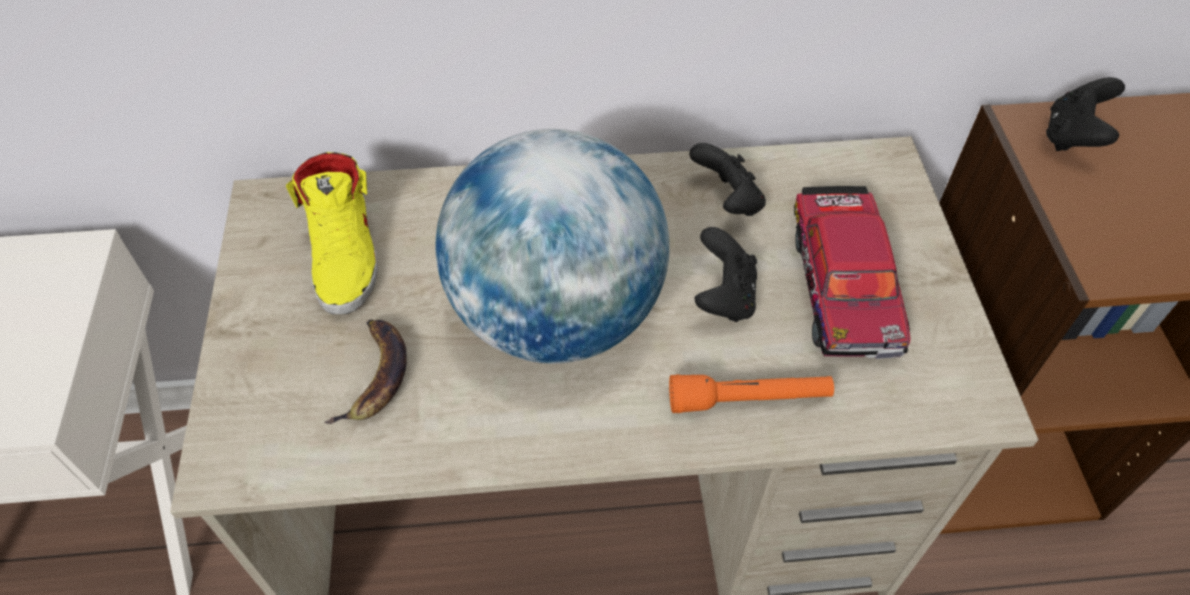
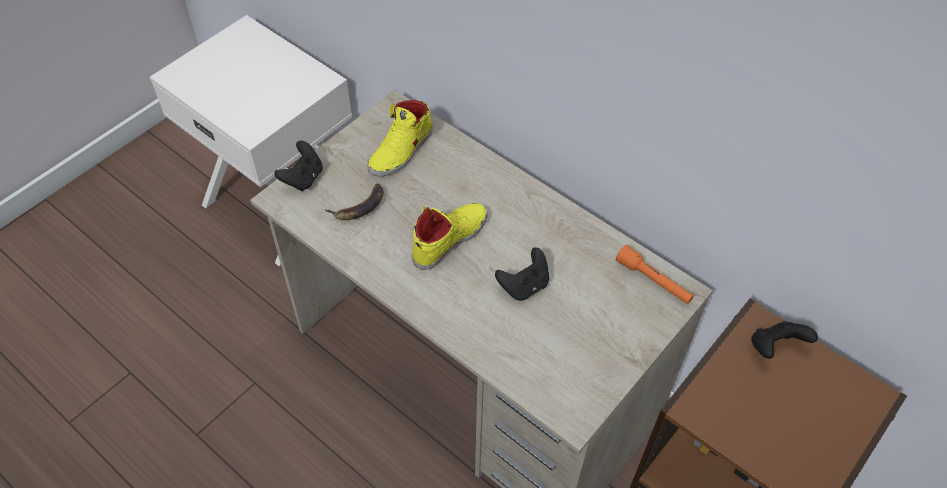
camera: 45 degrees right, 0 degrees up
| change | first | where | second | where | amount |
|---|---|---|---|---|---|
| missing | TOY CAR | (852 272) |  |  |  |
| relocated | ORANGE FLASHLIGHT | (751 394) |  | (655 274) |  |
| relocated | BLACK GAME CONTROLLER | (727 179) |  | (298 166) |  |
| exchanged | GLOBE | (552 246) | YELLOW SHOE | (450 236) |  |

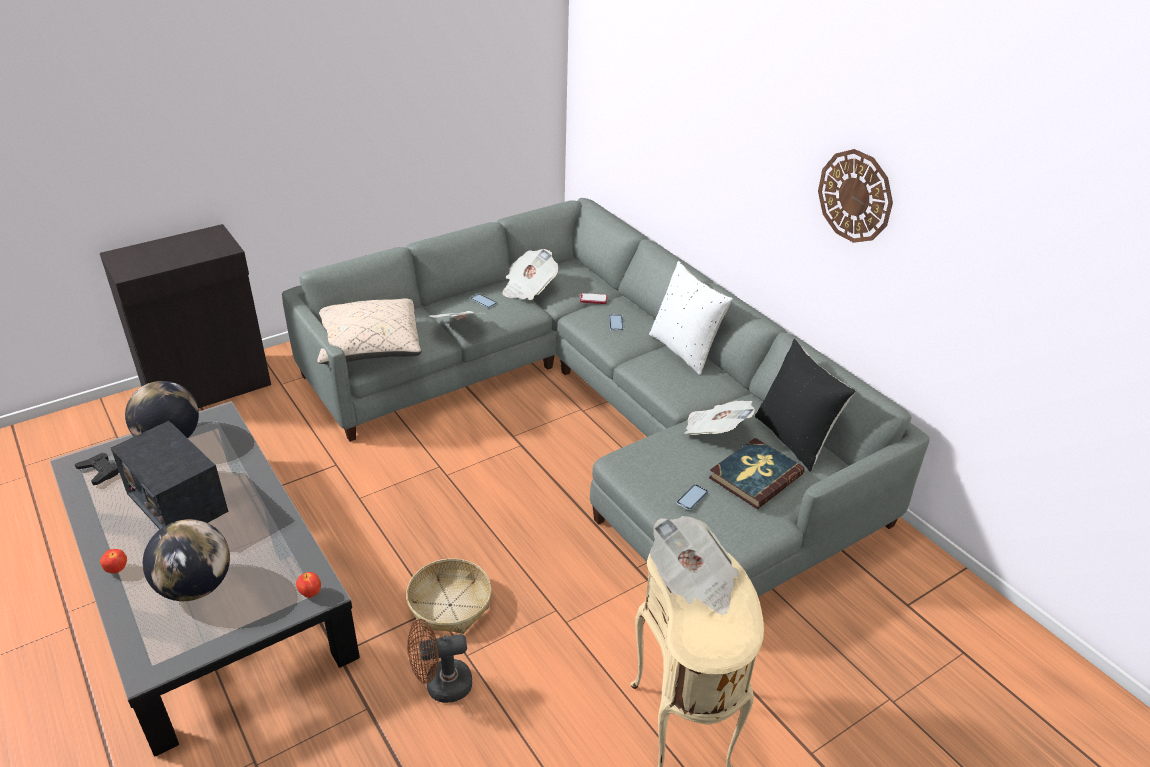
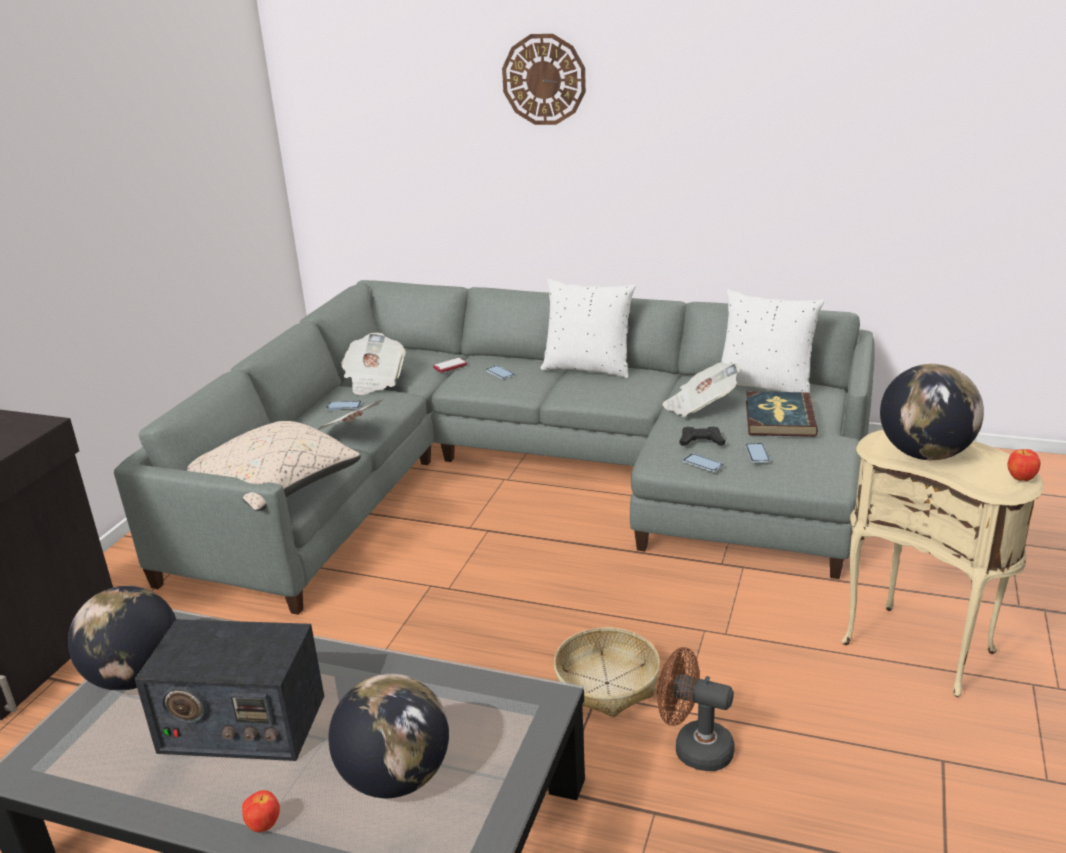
camera: 35 degrees left, 10 degrees down
| change | first | where | second | where | amount |
|---|---|---|---|---|---|
| appeared |  |  | PHONE | (703 463) |  |
| relocated | BLACK GAME CONTROLLER | (96 469) |  | (702 436) |  |
| relocated | APPLE | (308 585) |  | (1023 465) |  |
| relocated | WALL CLOCK | (855 196) |  | (544 79) |  |
| exchanged | NEWSPAPER | (694 565) | GLOBE | (932 412) |  |
| colour | BLACK PILLOW | (805 405) | WHITE PILLOW | (773 341) |  |
| spun | BROWN FAN | (439 661) |  | (696 709) | 75 degrees clockwise |

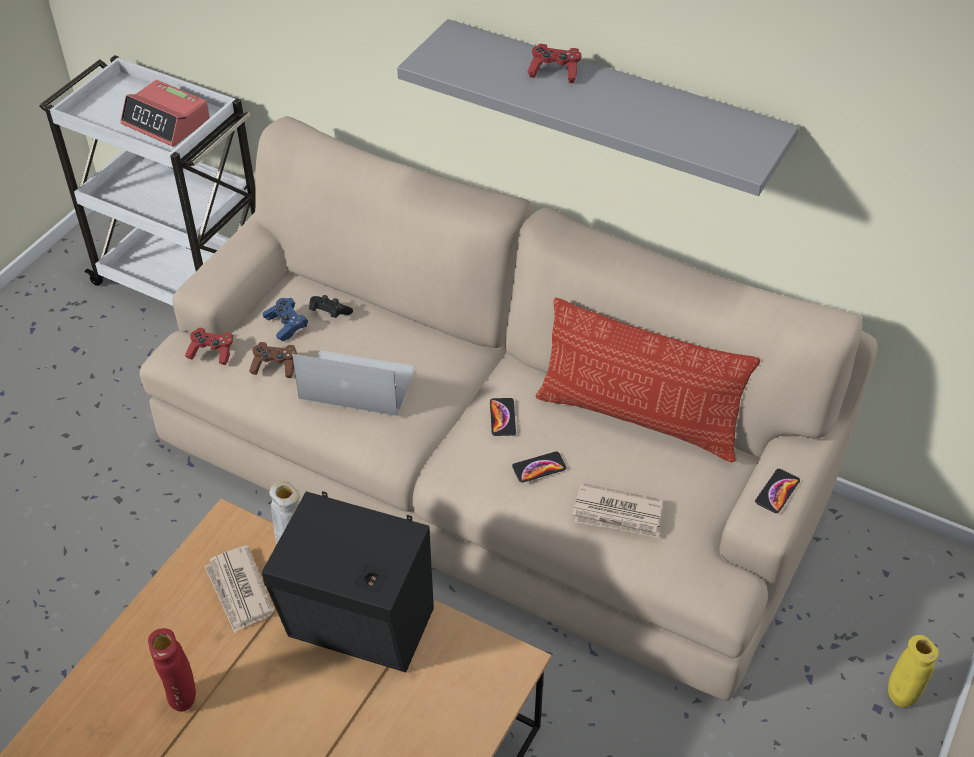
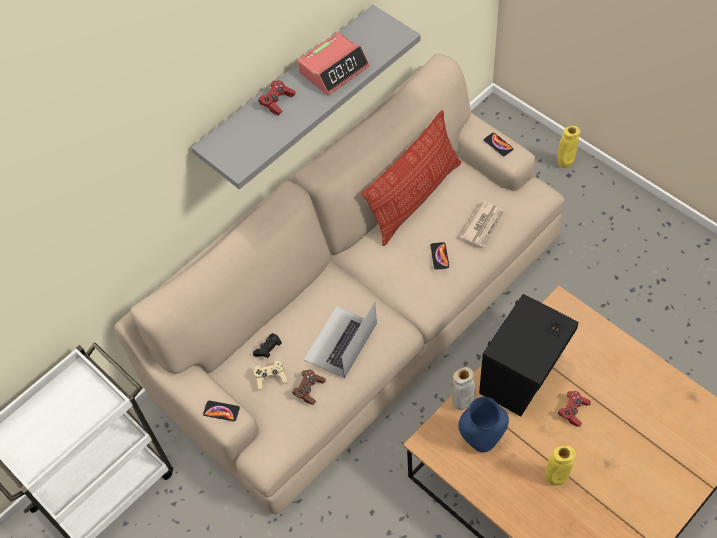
camera: 70 degrees left, 10 degrees up
| change | first | where | second | where | amount |
|---|---|---|---|---|---|
| relocated | ALARM CLOCK | (165 113) |  | (334 63) |  |
| relocated | RED GAME CONTROLLER | (209 346) |  | (574 409) |  |
| relocated | PHONE | (503 417) |  | (221 411) |  |
| exchanged | NEWSPAPER | (239 589) | BLUE VASE | (483 425) |  |
| colour | RED VASE | (172 670) | YELLOW VASE | (560 466) |  |
| colour | BLUE GAME CONTROLLER | (285 319) | BEIGE GAME CONTROLLER | (270 375) |  |

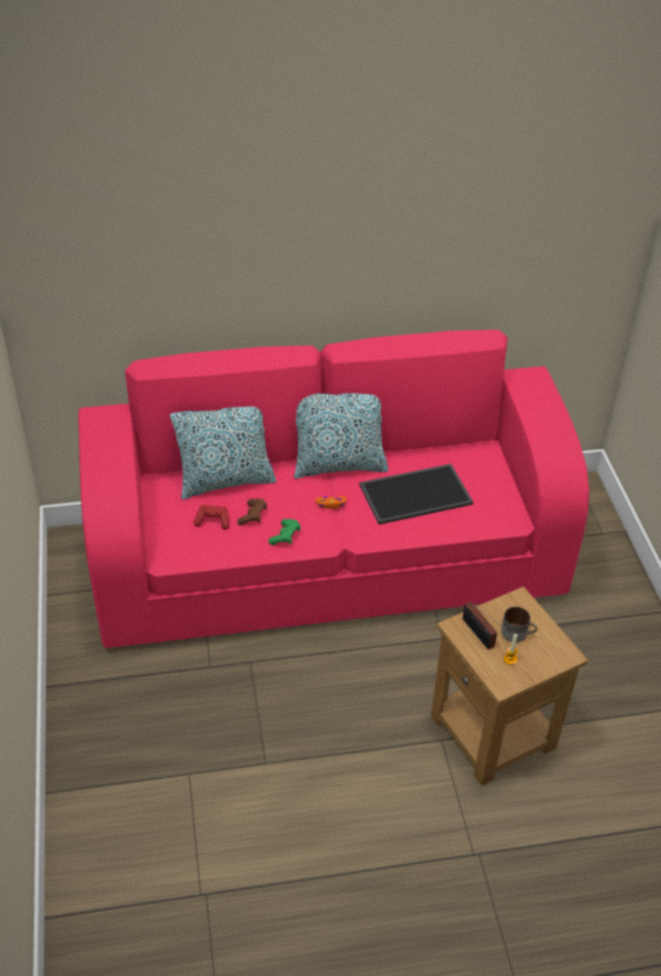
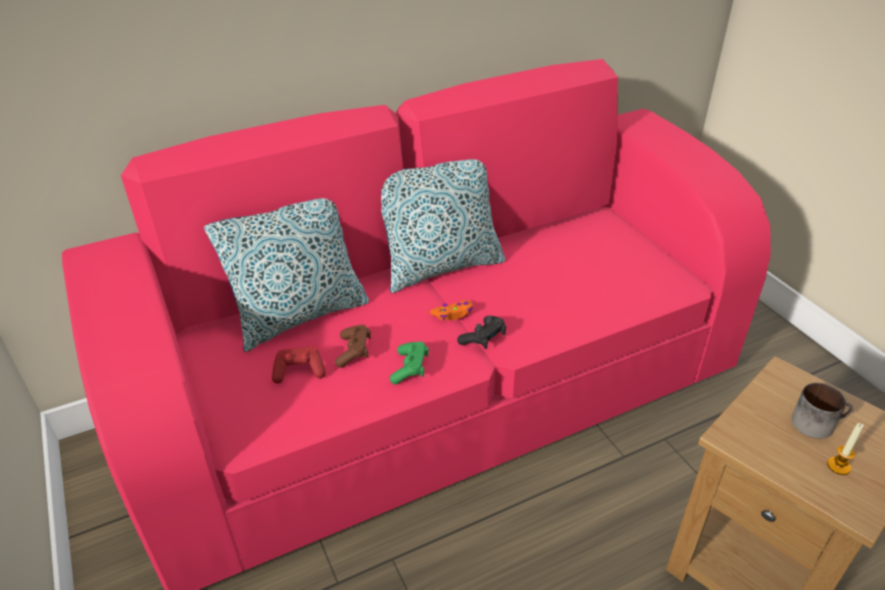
camera: 15 degrees left, 5 degrees down
| change | first | where | second | where | amount |
|---|---|---|---|---|---|
| missing | TRAY | (416 494) |  |  |  |
| missing | RADIO | (481 626) |  |  |  |
| appeared |  |  | BLACK GAME CONTROLLER | (481 332) |  |

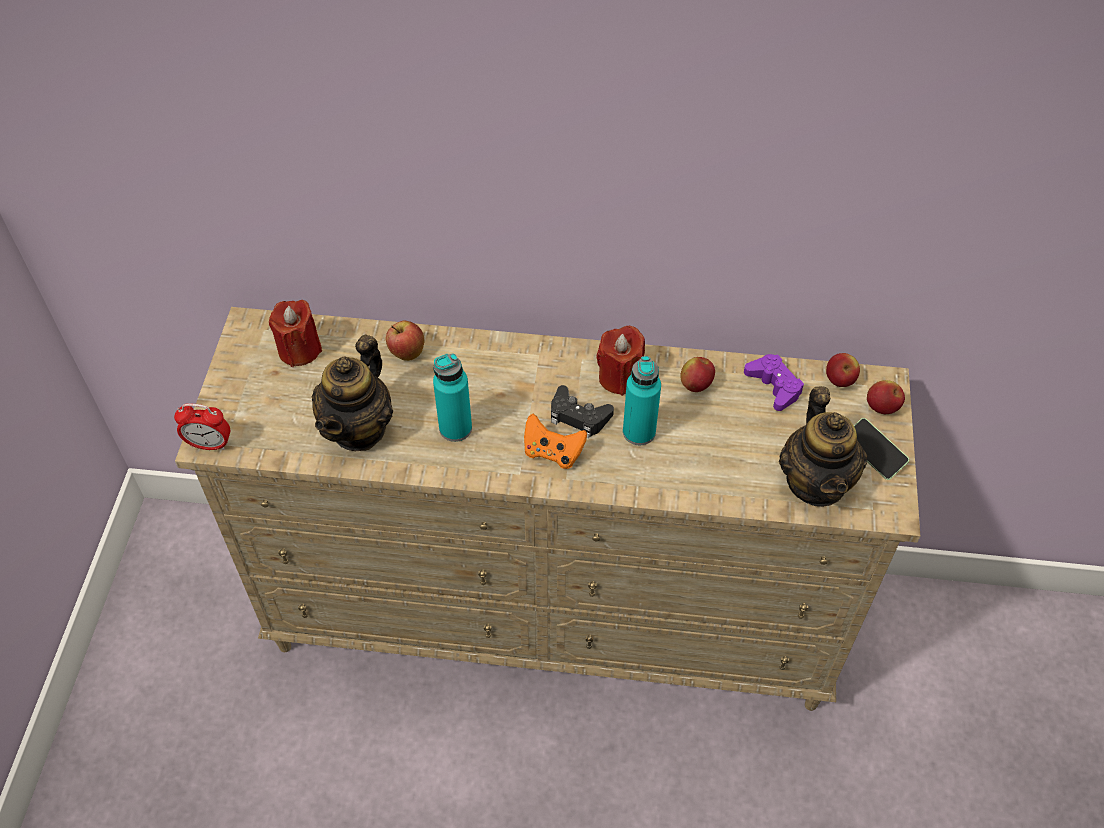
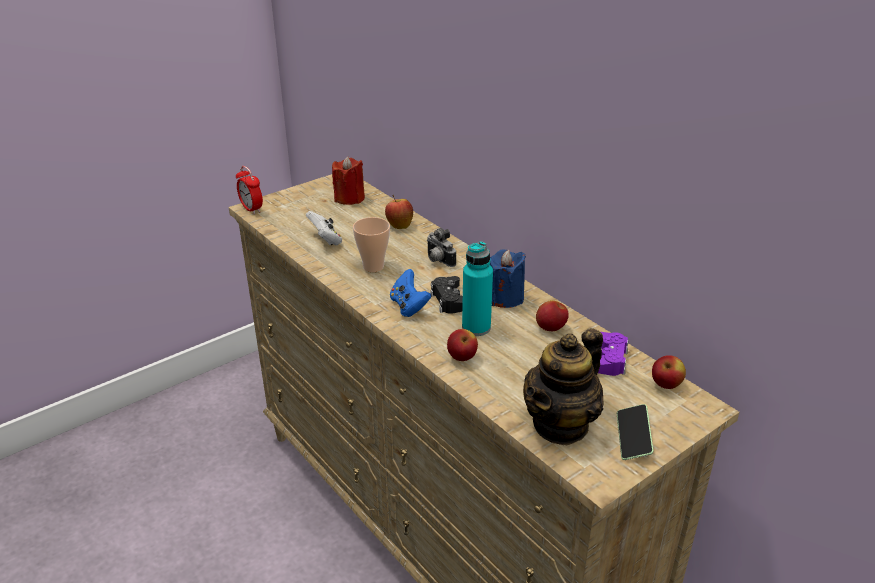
camera: 45 degrees right, 20 degrees down
| change | first | where | second | where | amount |
|---|---|---|---|---|---|
| appeared |  |  | PHOTO CAMERA | (441 247) |  |
| relocated | APPLE | (886 397) |  | (462 345) |  |
| exchanged | TEAPOT | (352 393) | WHITE GAME CONTROLLER | (324 228) |  |
| exchanged | TURQUOISE BOTTLE | (452 397) | CUP | (371 244) |  |
| colour | ORANGE GAME CONTROLLER | (555 441) | BLUE GAME CONTROLLER | (410 293) |  |
| colour | RED CANDLE | (621 361) | BLUE CANDLE | (508 279) |  |

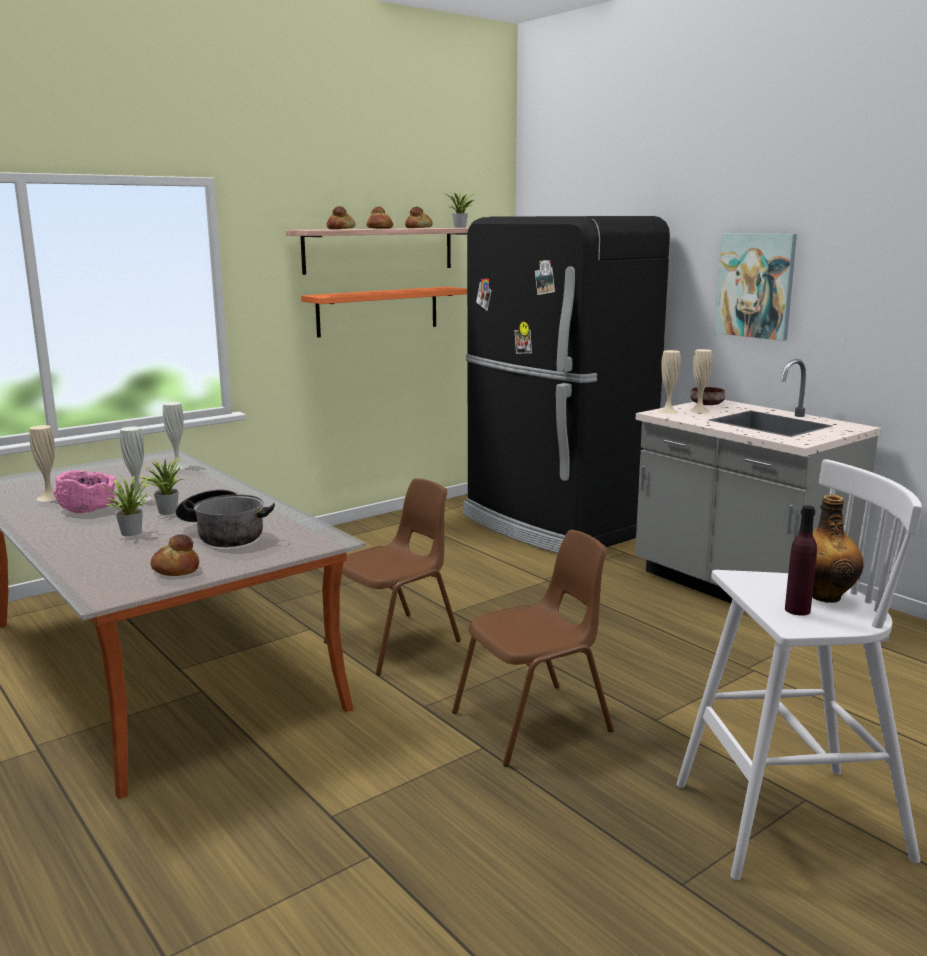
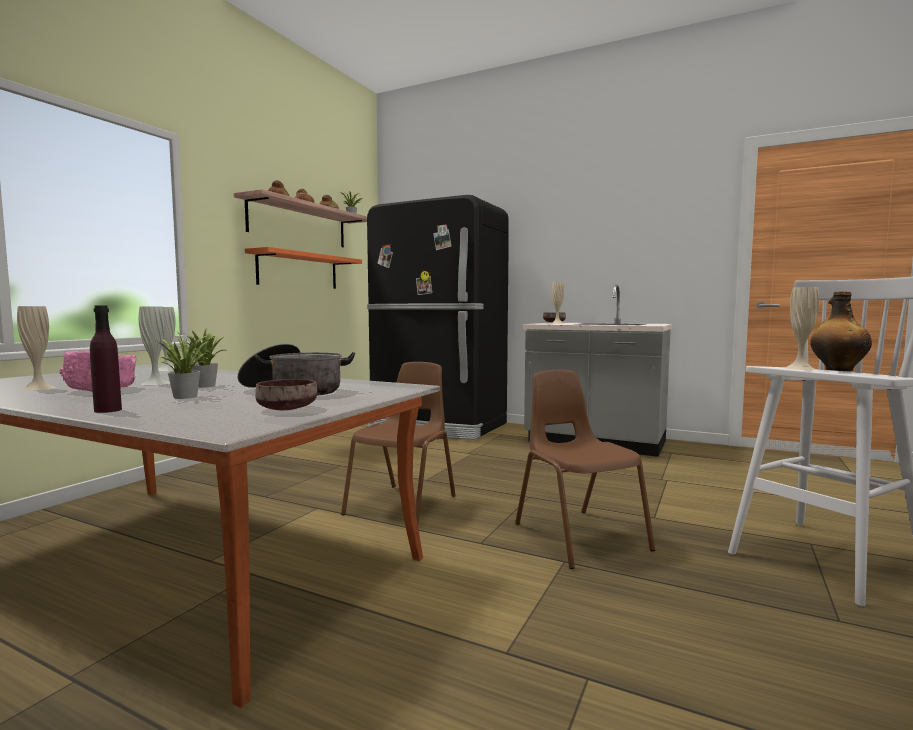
camera: 25 degrees left, 10 degrees down
| change | first | where | second | where | amount |
|---|---|---|---|---|---|
| missing | PICTURE | (755 287) |  |  |  |
| relocated | BEIGE VASE | (669 382) |  | (802 328) |  |
| relocated | PURPLE BOTTLE | (801 560) |  | (106 359) |  |
| exchanged | BREAD | (174 555) | BROWN BOWL | (286 394) |  |
| spun | BROWN CHAIR | (533 648) |  | (585 469) | 60 degrees counterclockwise |

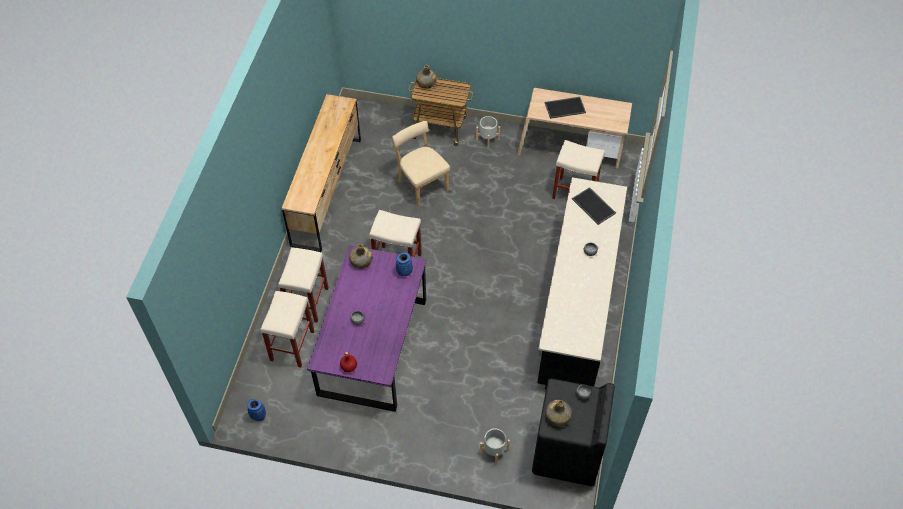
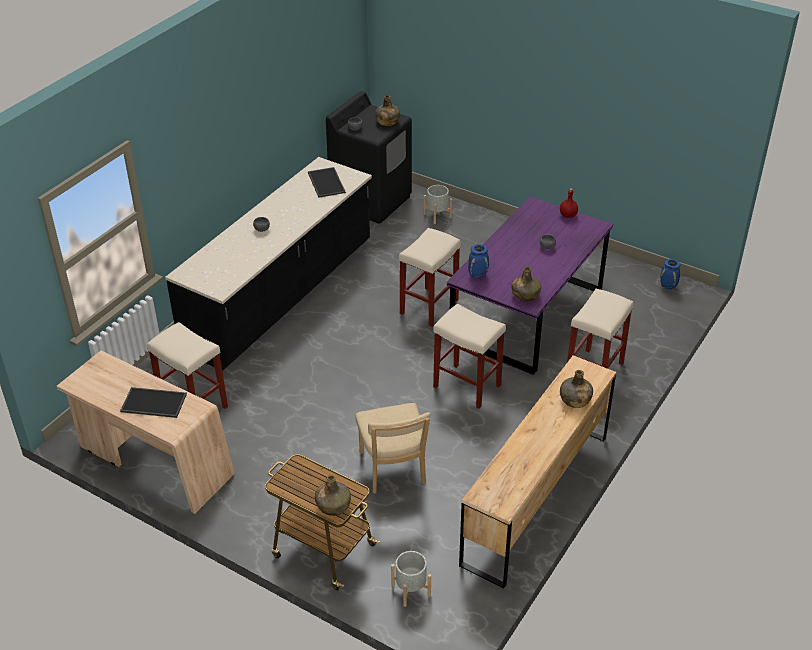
camera: 160 degrees left, 15 degrees down
| change | first | where | second | where | amount |
|---|---|---|---|---|---|
| appeared |  |  | GREEN BOTTLE | (576 389) |  |
| relocated | BEIGE STOOL | (287 329) |  | (430 277) |  |
| relocated | GREY PLANTER | (488 132) |  | (411 579) |  |
| relocated | TRAY | (594 206) |  | (327 182) |  |

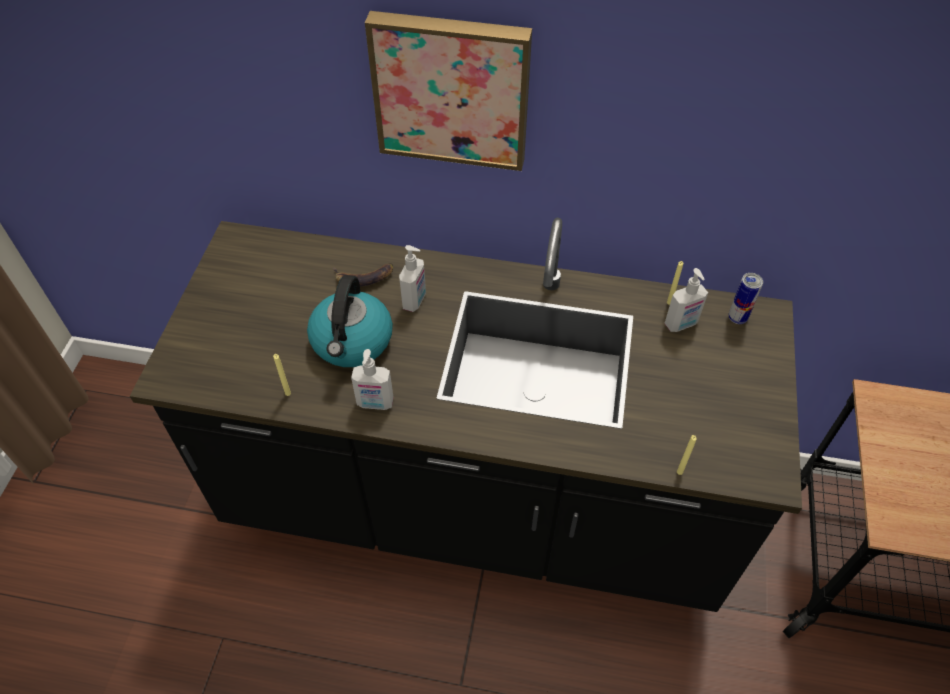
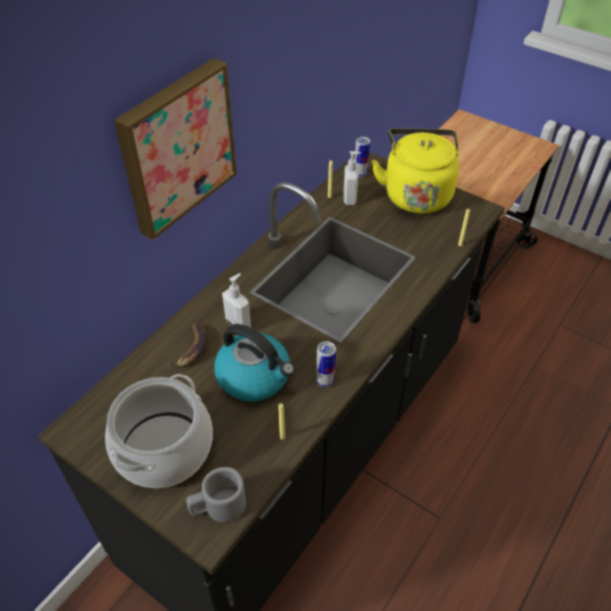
camera: 65 degrees left, 5 degrees down
| change | first | where | second | where | amount |
|---|---|---|---|---|---|
| appeared |  |  | COOKING POT | (159 431) |  |
| appeared |  |  | GREY MUG | (216 494) |  |
| appeared |  |  | YELLOW KETTLE | (416 171) |  |
| exchanged | SOAP DISPENSER | (372 379) | CAN | (326 364) |  |

